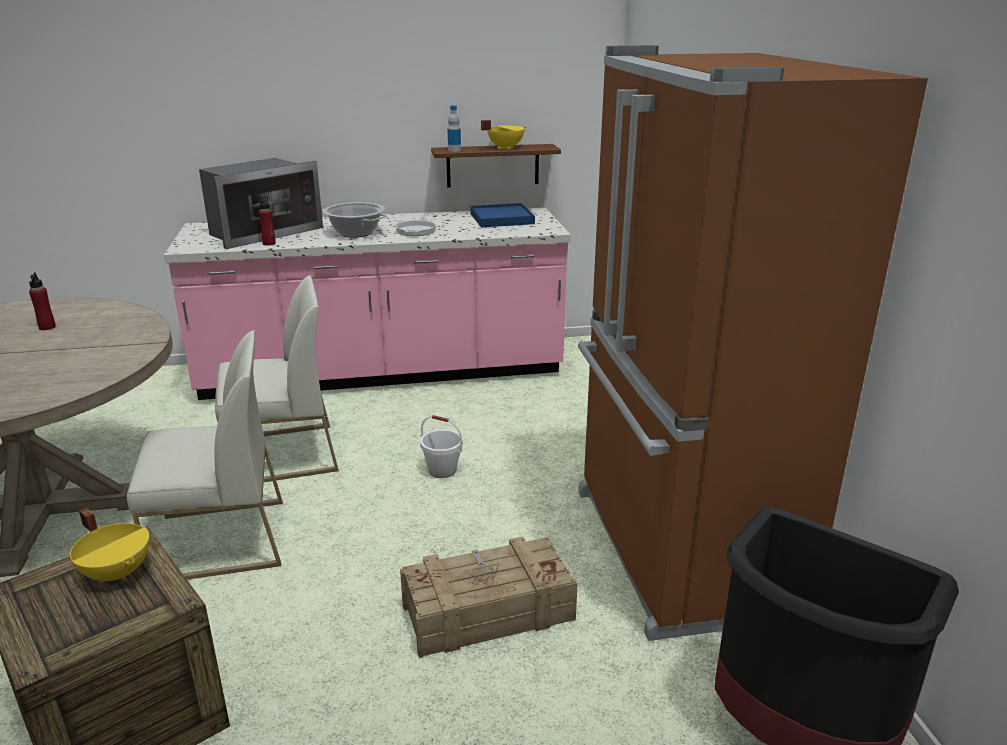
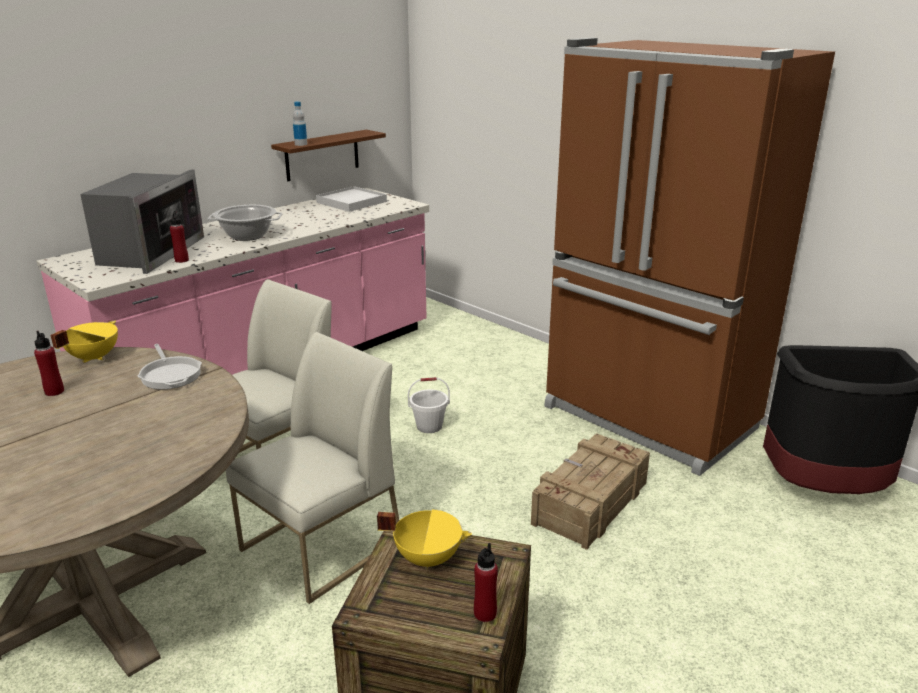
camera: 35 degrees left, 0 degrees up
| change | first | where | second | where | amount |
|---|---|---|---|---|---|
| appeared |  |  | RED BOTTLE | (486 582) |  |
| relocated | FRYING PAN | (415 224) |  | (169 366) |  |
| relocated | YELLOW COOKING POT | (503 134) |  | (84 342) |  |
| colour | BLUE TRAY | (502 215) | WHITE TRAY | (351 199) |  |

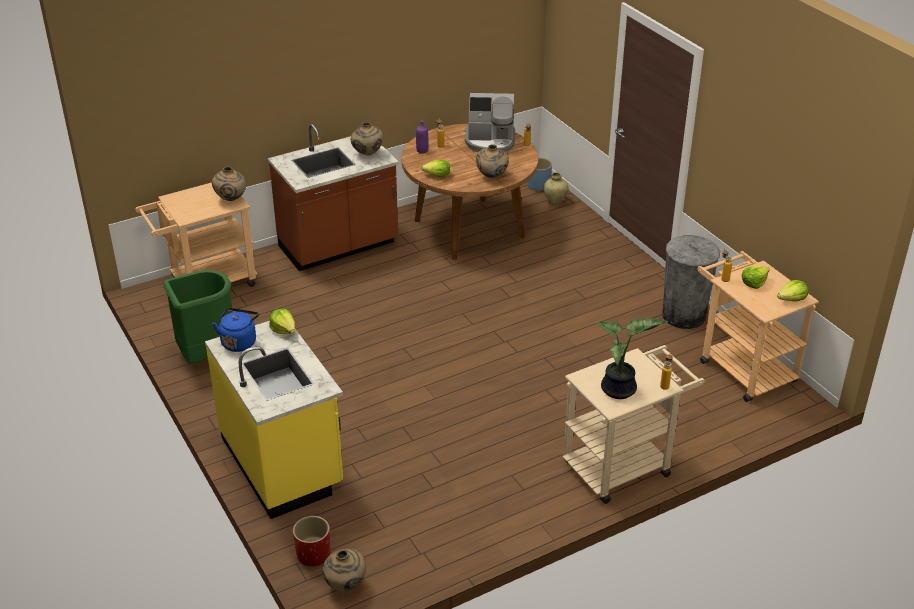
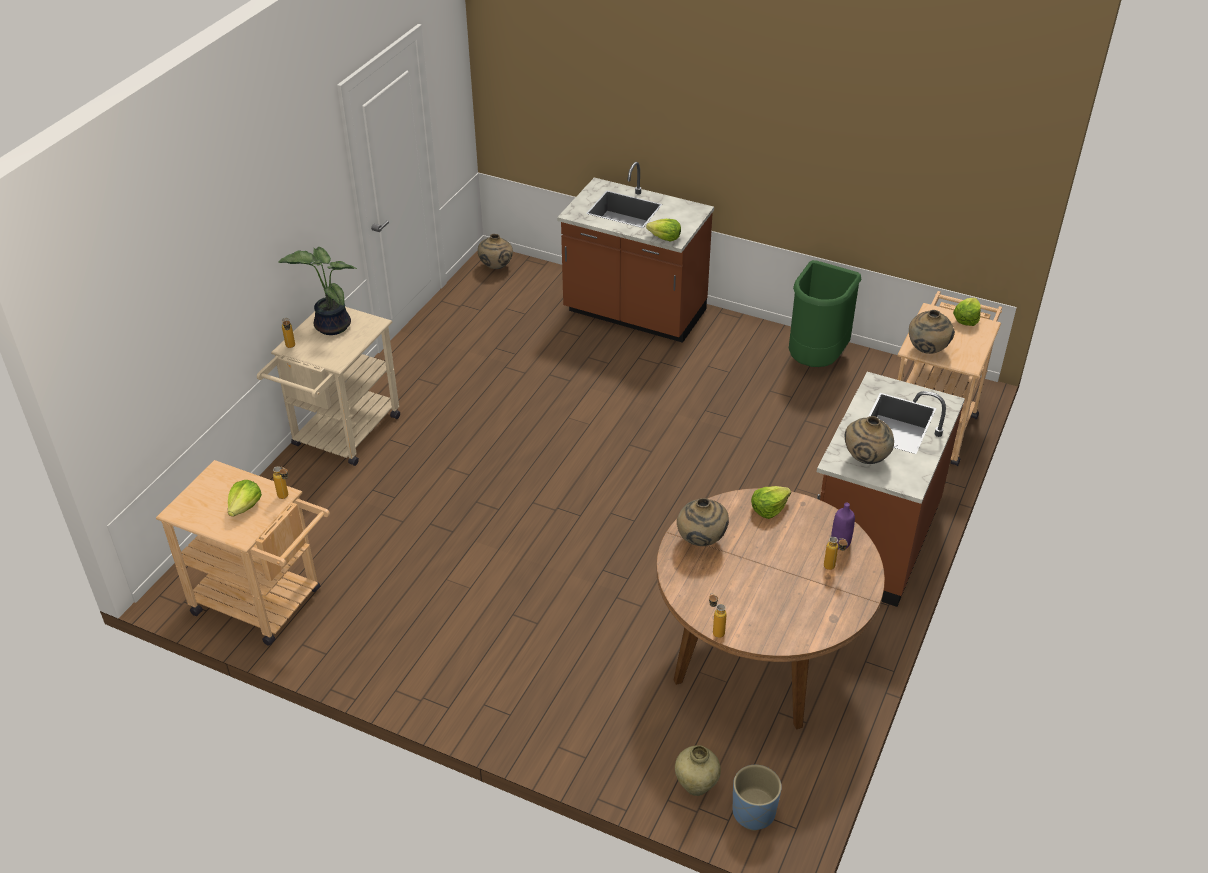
camera: 145 degrees right, 5 degrees up
| change | first | where | second | where | amount |
|---|---|---|---|---|---|
| missing | BLUE KETTLE | (235 330) |  |  |  |
| missing | RED PLANTER | (311 541) |  |  |  |
| missing | COFFEE MACHINE | (490 123) |  |  |  |
| missing | GREY TRASH CAN | (691 282) |  |  |  |
| relocated | LETTUCE | (792 290) |  | (967 312) |  |
| colour | YELLOW COUNTER | (274 420) | BROWN COUNTER | (635 252) |  |

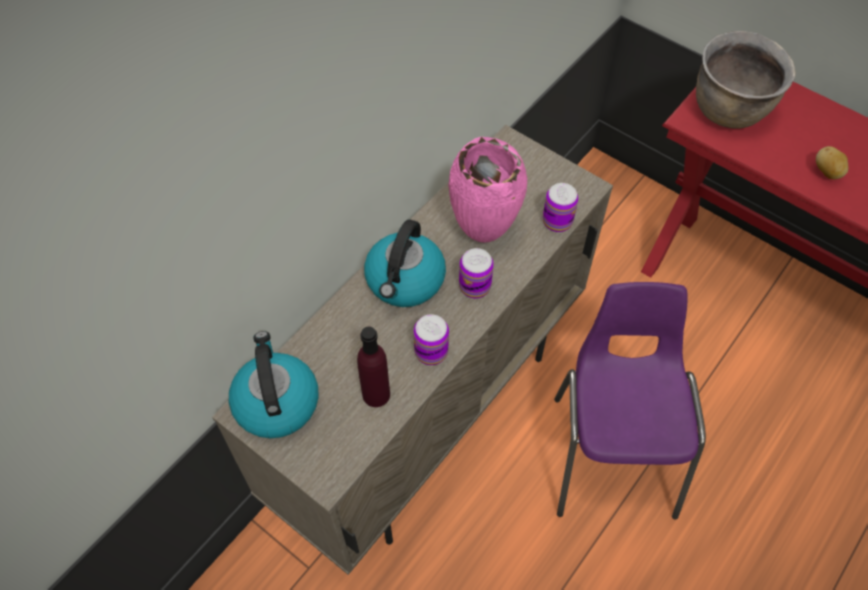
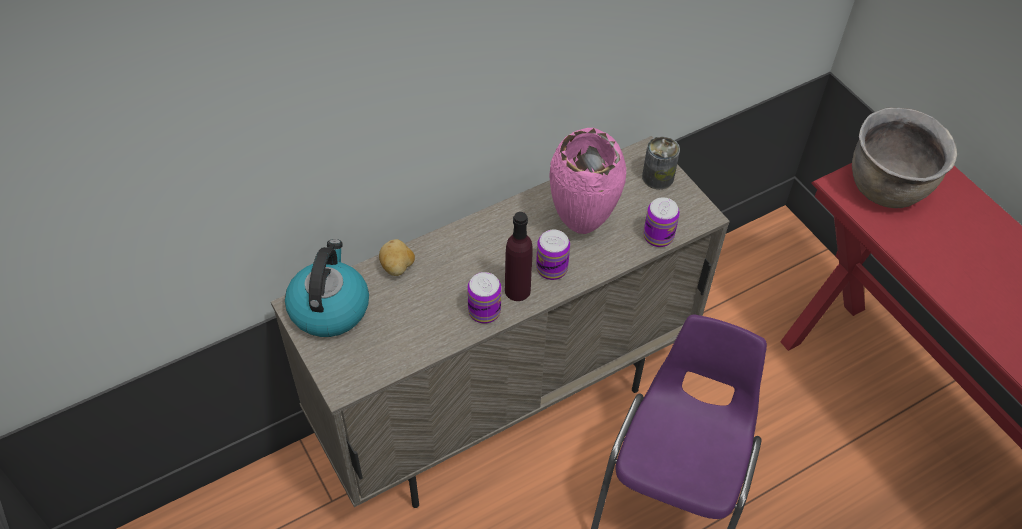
camera: 20 degrees right, 5 degrees down
| change | first | where | second | where | amount |
|---|---|---|---|---|---|
| missing | KETTLE | (405 263) |  |  |  |
| appeared |  |  | CAN | (661 162) |  |
| relocated | PURPLE BOTTLE | (373 367) |  | (519 256) |  |
| relocated | POTATO | (832 162) |  | (397 257) |  |

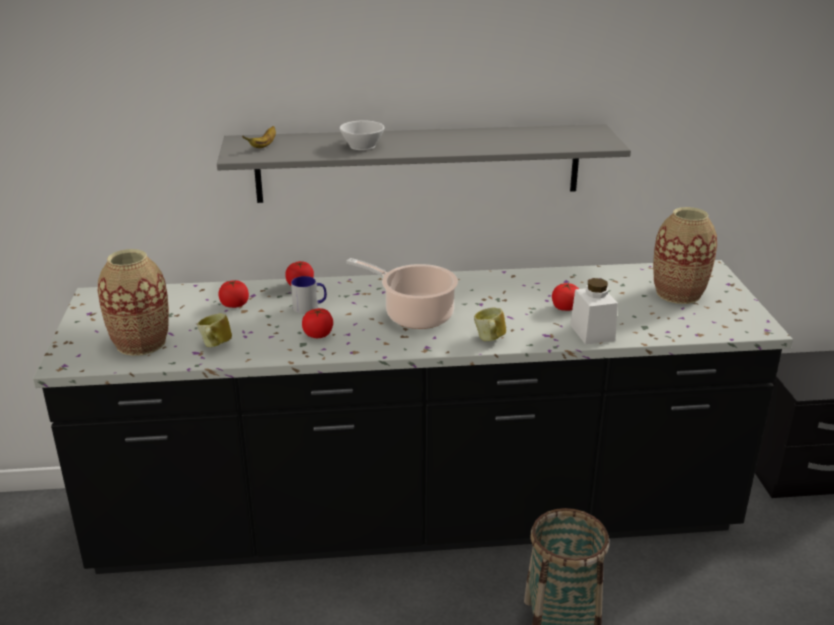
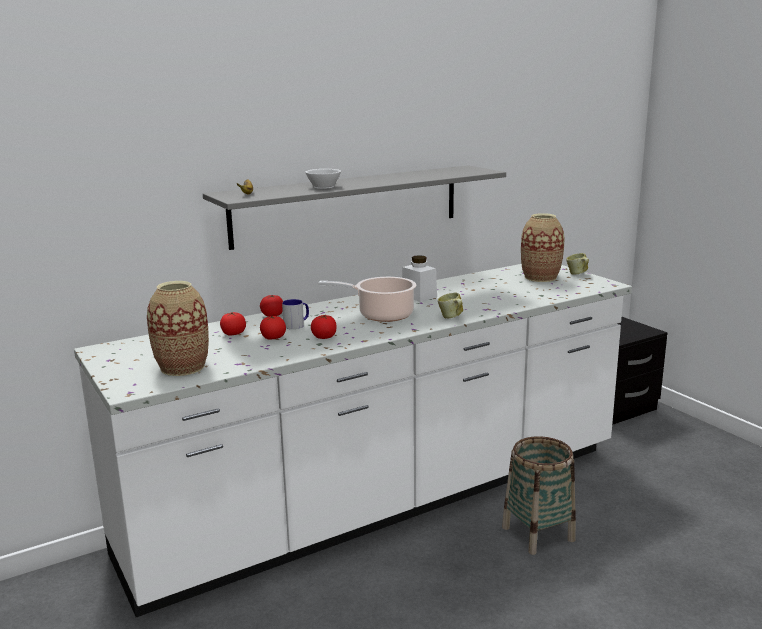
camera: 25 degrees left, 10 degrees down
| change | first | where | second | where | amount |
|---|---|---|---|---|---|
| relocated | MUG | (214 330) |  | (577 264) |  |
| relocated | TOMATO | (565 297) |  | (273 328) |  |
| relocated | WHITE JAR | (594 311) |  | (419 278) |  |
| colour | BLACK COUNTER | (413 417) | WHITE COUNTER | (353 440) |  |

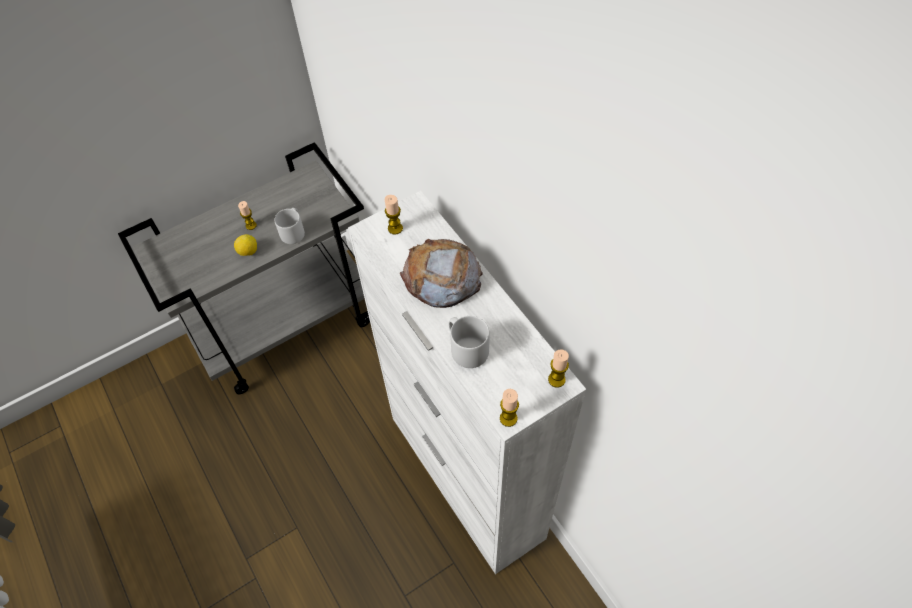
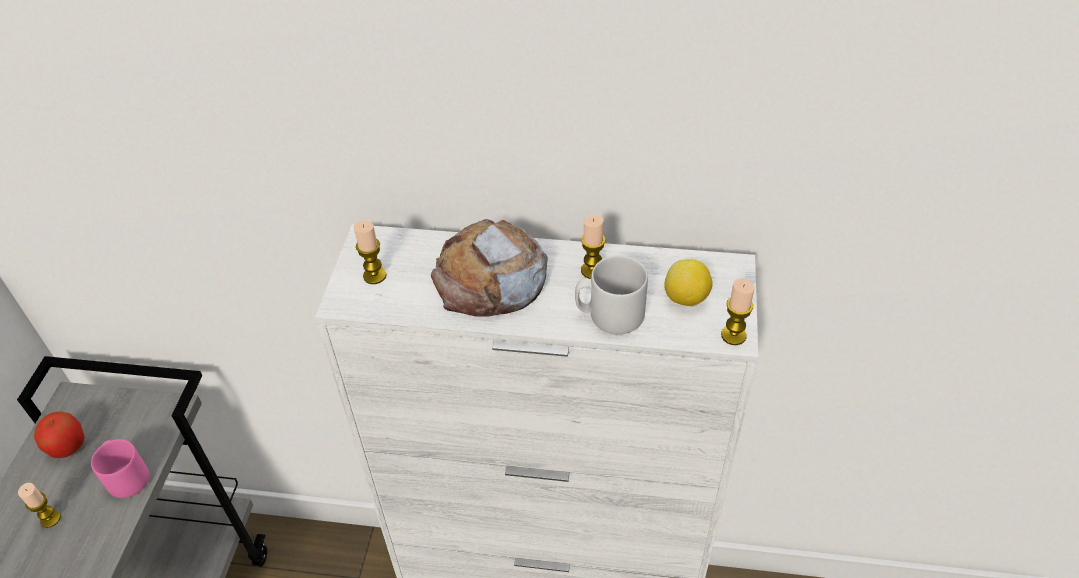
camera: 50 degrees left, 10 degrees down
| change | first | where | second | where | amount |
|---|---|---|---|---|---|
| appeared |  |  | APPLE | (59 435) |  |
| relocated | LEMON | (245 245) |  | (688 283) |  |
| relocated | CANDLE | (558 368) |  | (593 247) |  |
| colour | GREY MUG | (289 226) | PINK MUG | (120 468) |  |

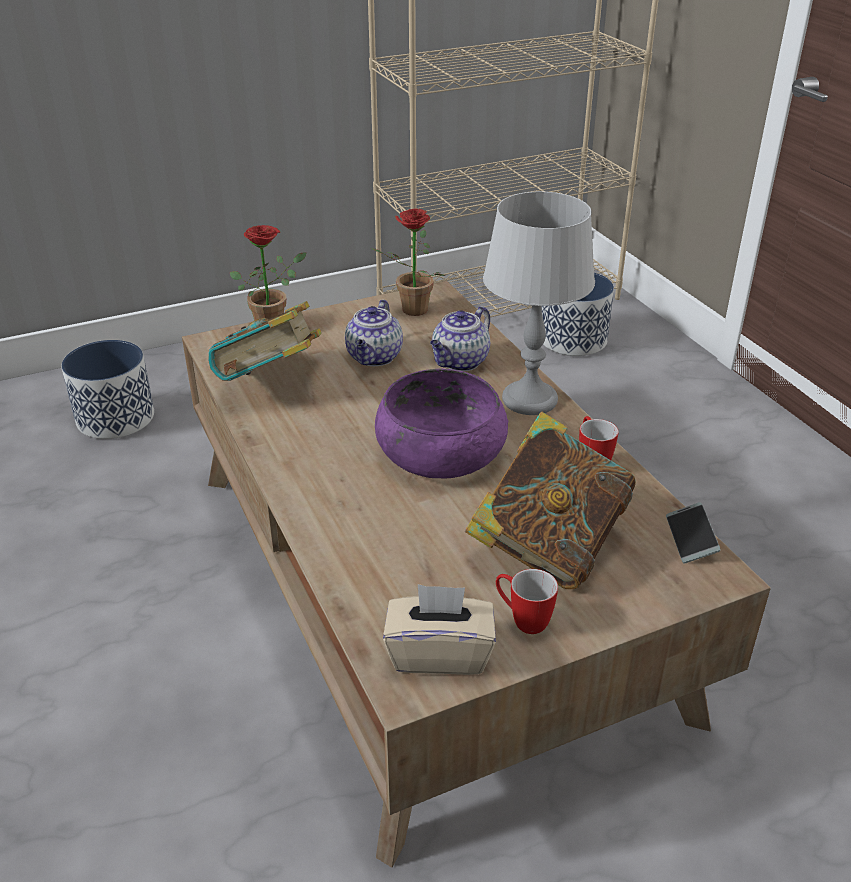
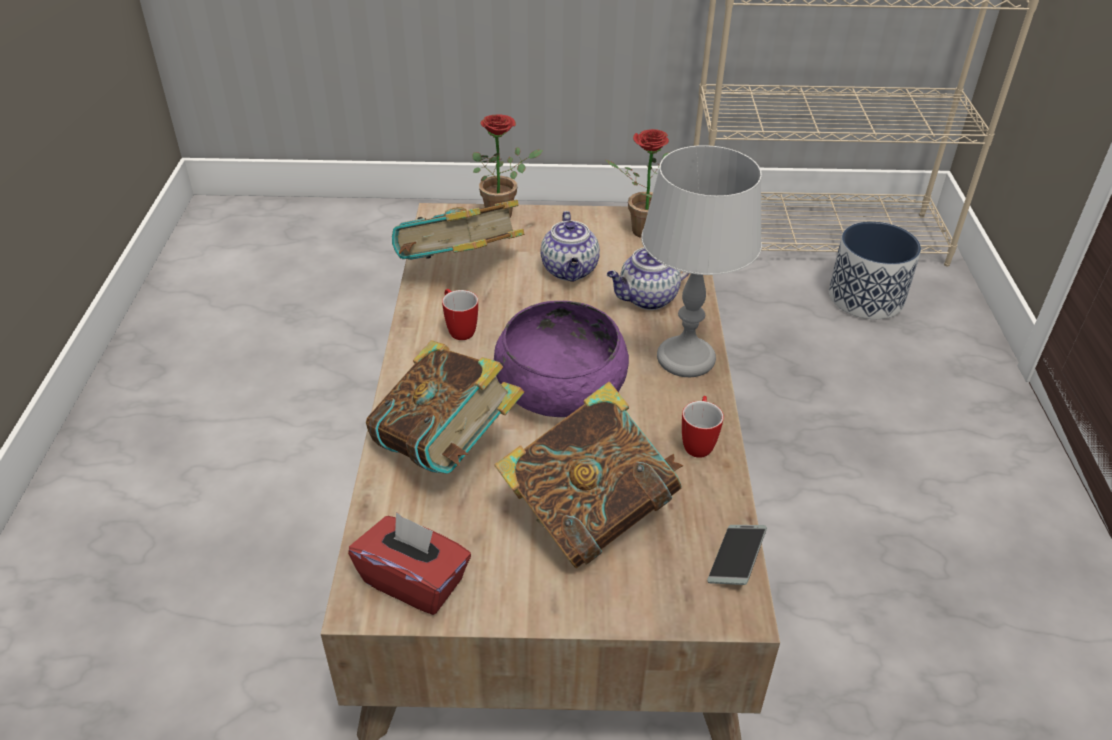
camera: 25 degrees right, 5 degrees up
| change | first | where | second | where | amount |
|---|---|---|---|---|---|
| missing | PLANTER | (107 389) |  |  |  |
| appeared |  |  | BOOK | (445 407) |  |
| relocated | MUG | (527 601) |  | (460 314) |  |
| colour | BEIGE TISSUE BOX | (439 629) | RED TISSUE BOX | (409 563) |  |
| spun | TEAPOT | (374 333) |  | (570 246) | 45 degrees counterclockwise |

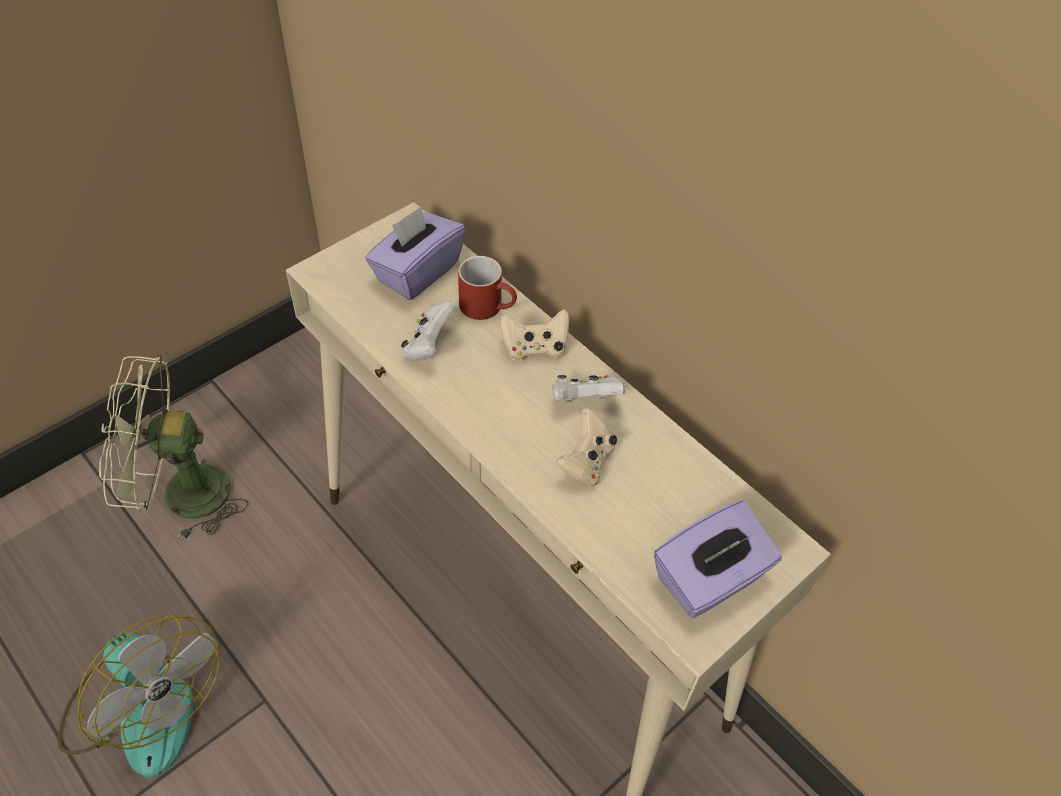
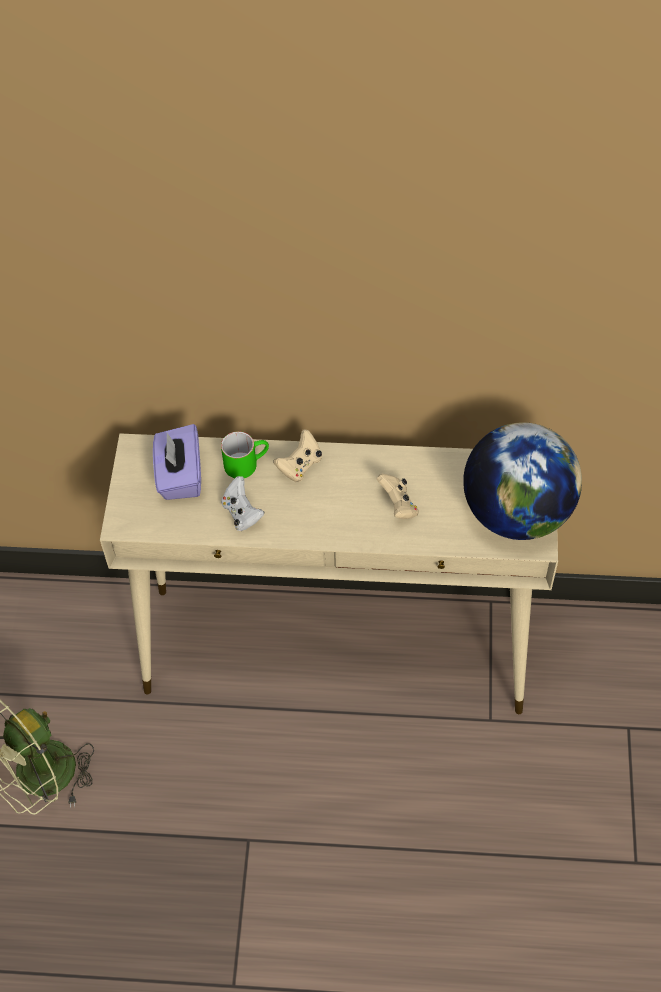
camera: 40 degrees left, 5 degrees up
| change | first | where | second | where | amount |
|---|---|---|---|---|---|
| missing | FAN | (138 696) |  |  |  |
| missing | WHITE GAME CONTROLLER | (588 388) |  |  |  |
| exchanged | PURPLE TISSUE BOX | (718 559) | GLOBE | (522 481) |  |
| colour | RED MUG | (487 288) | GREEN MUG | (245 454) |  |

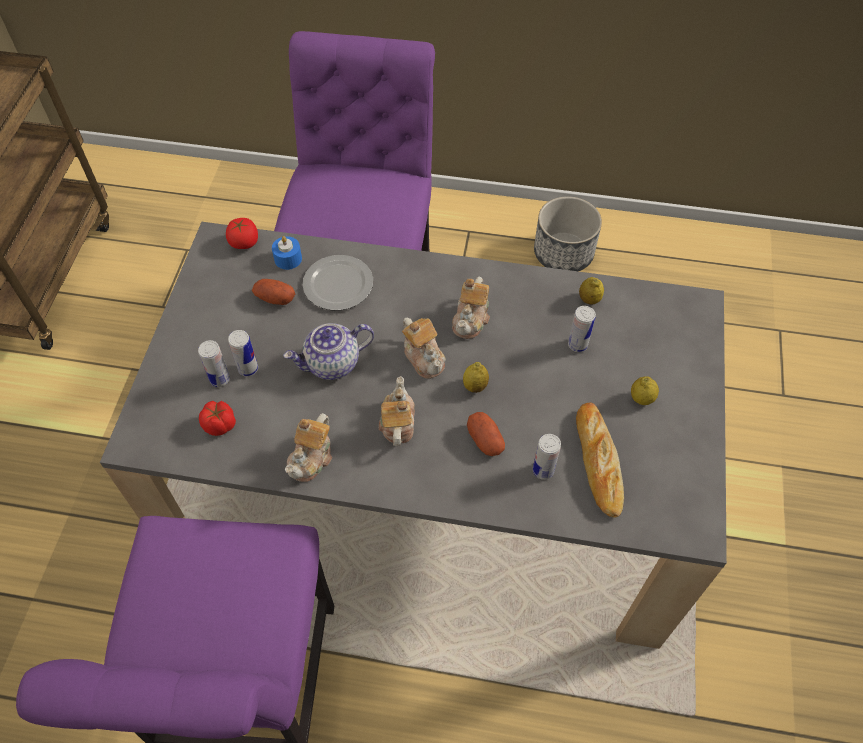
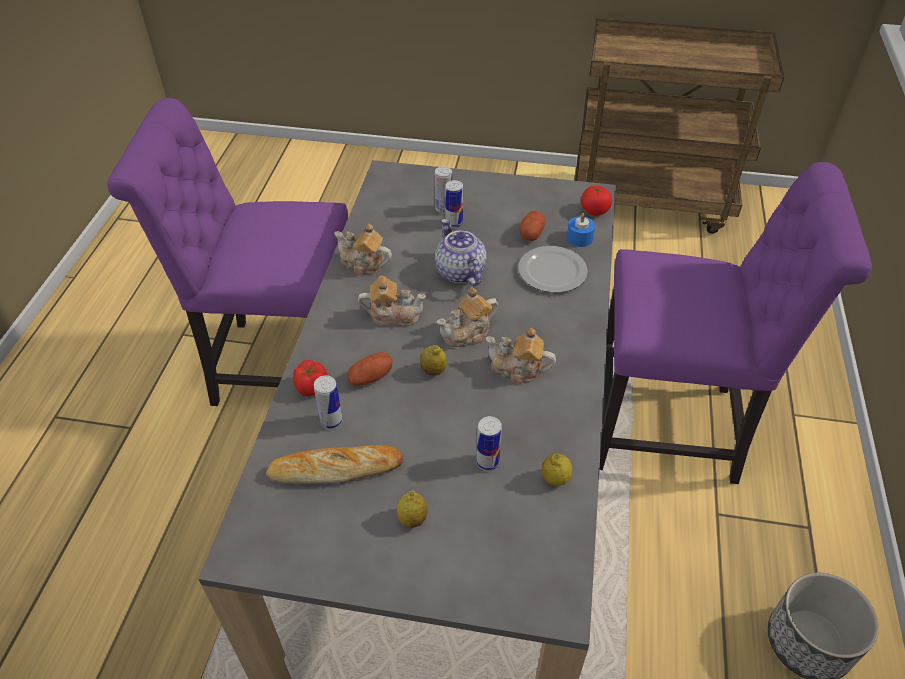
camera: 90 degrees right, 10 degrees down
| change | first | where | second | where | amount |
|---|---|---|---|---|---|
| relocated | TOMATO | (217 418) |  | (310 378) |  |

